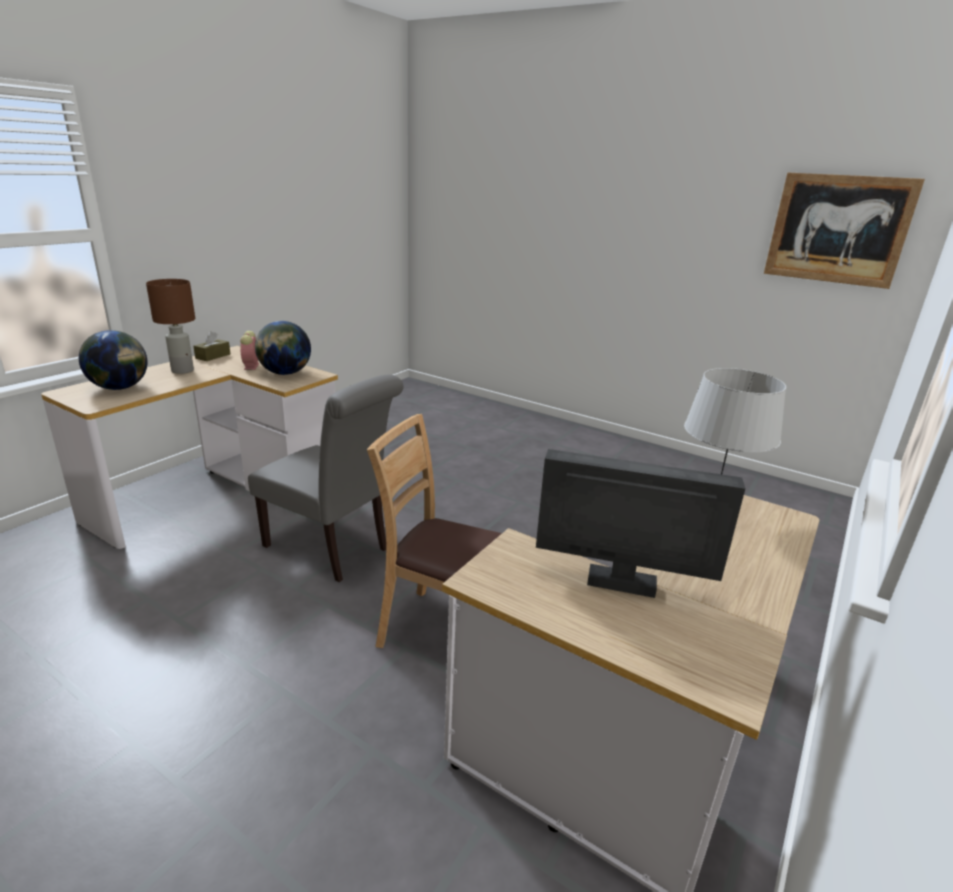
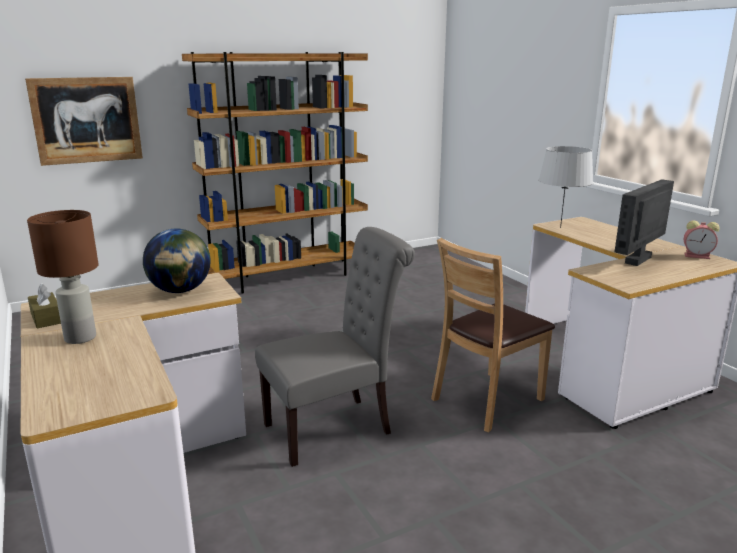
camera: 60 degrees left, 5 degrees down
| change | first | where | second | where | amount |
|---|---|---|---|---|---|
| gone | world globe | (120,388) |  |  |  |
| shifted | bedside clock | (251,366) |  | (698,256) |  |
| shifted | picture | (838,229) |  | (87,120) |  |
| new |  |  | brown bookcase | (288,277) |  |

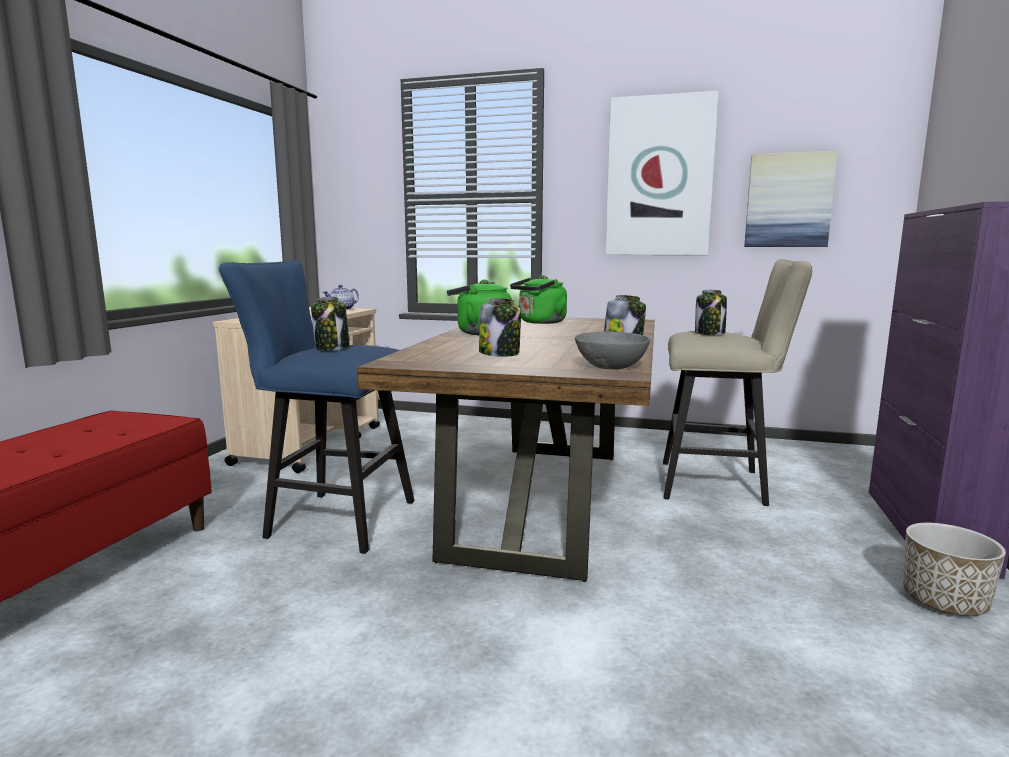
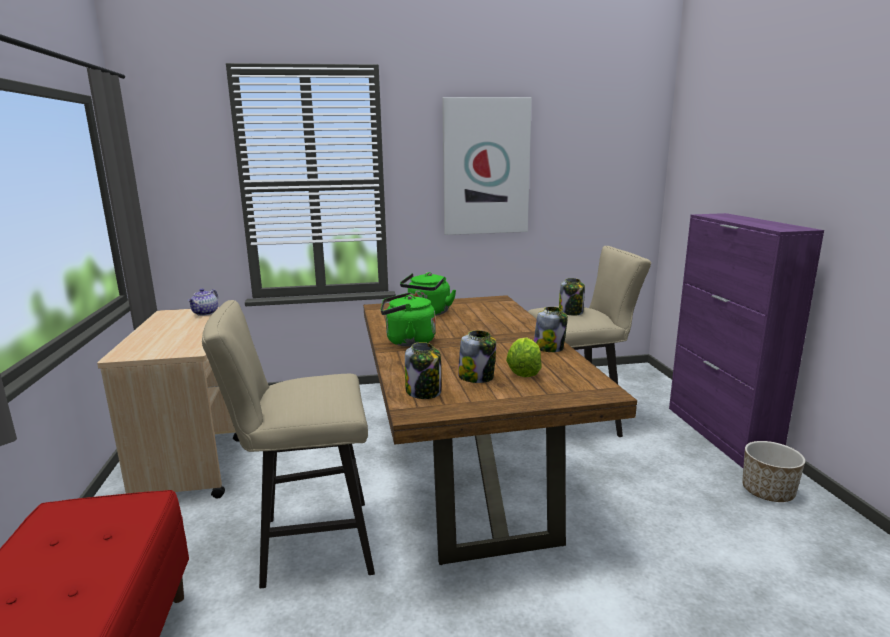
camera: 25 degrees left, 5 degrees up
| change | first | where | second | where | amount |
|---|---|---|---|---|---|
| repainted | blue sitting stool | (332,519) | beige sitting stool | (307,544) |  |
| shifted | storage jar | (332,348) |  | (424,392) |  |
| gone | gray deep dish | (611,367) |  |  |  |
| gone | picture | (788,200) |  |  |  |
| new |  |  | head of lettuce | (524,371) |  |

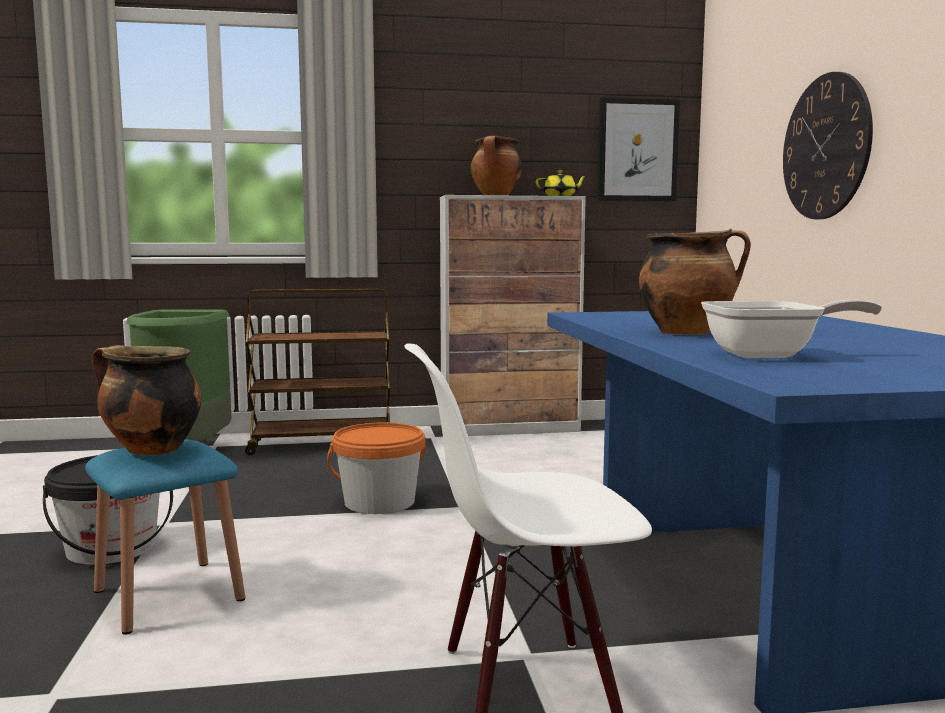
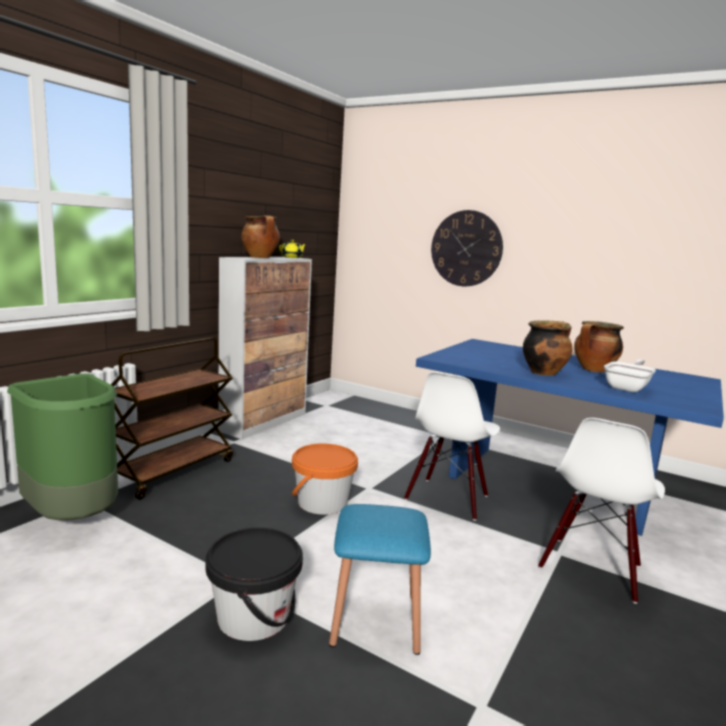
camera: 50 degrees left, 5 degrees up
| change | first | where | second | where | amount |
|---|---|---|---|---|---|
| shifted | saucepot | (150,450) |  | (594,370) |  |
| gone | picture | (637,150) |  |  |  |
| new |  |  | white plain chair | (447,498) |  |

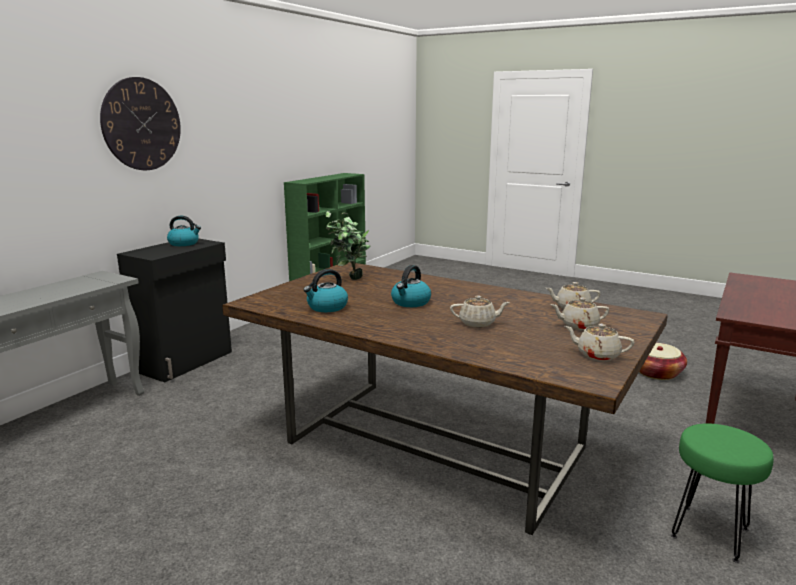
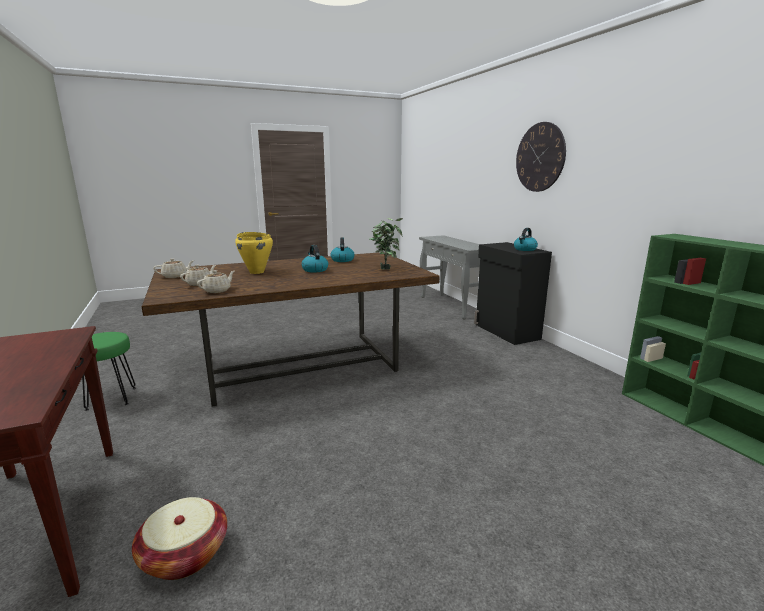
camera: 125 degrees right, 0 degrees up
| change | first | where | second | where | amount |
|---|---|---|---|---|---|
| swapped | beige tea pot | (478,323) | yellowish saucepot | (257,272) |  |

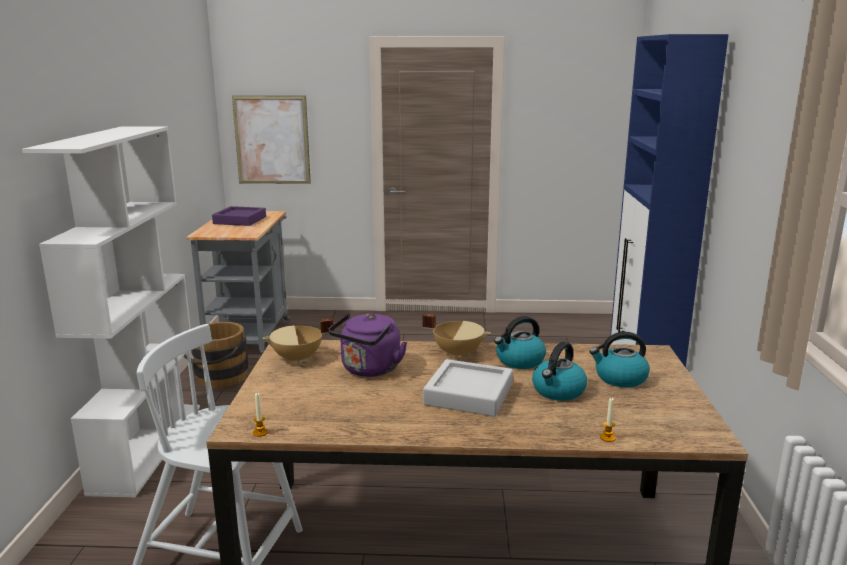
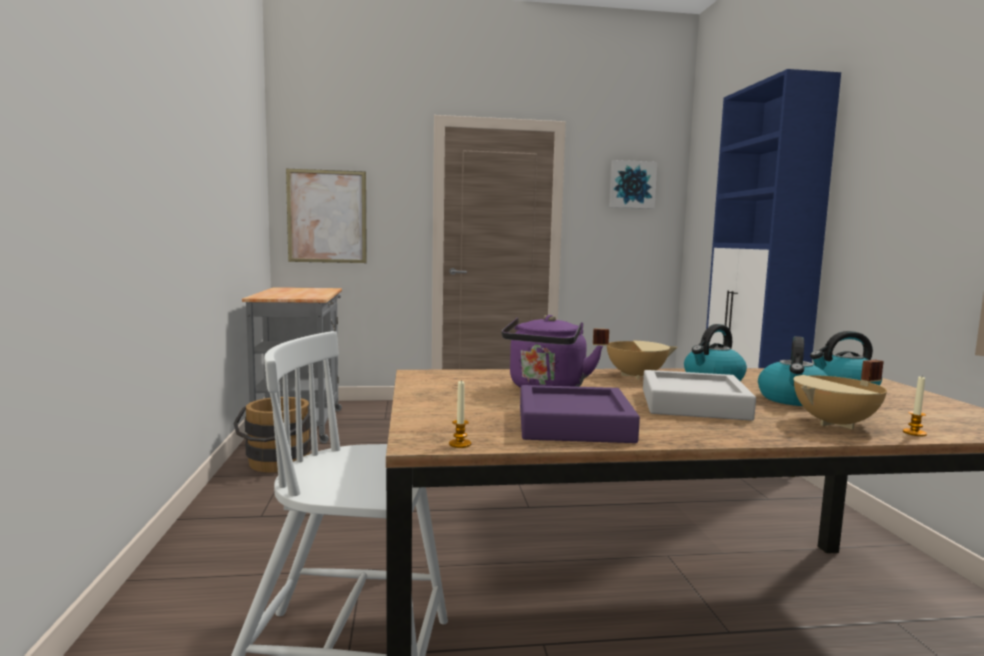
camera: 10 degrees left, 10 degrees down
| change | first | where | second | where | amount |
|---|---|---|---|---|---|
| gone | white bookcase | (147,446) |  |  |  |
| shifted | purplish tray | (240,220) |  | (574,424) |  |
| shifted | beige saucepot | (298,359) |  | (836,424) |  |
| new |  |  | picture | (632,184) |  |

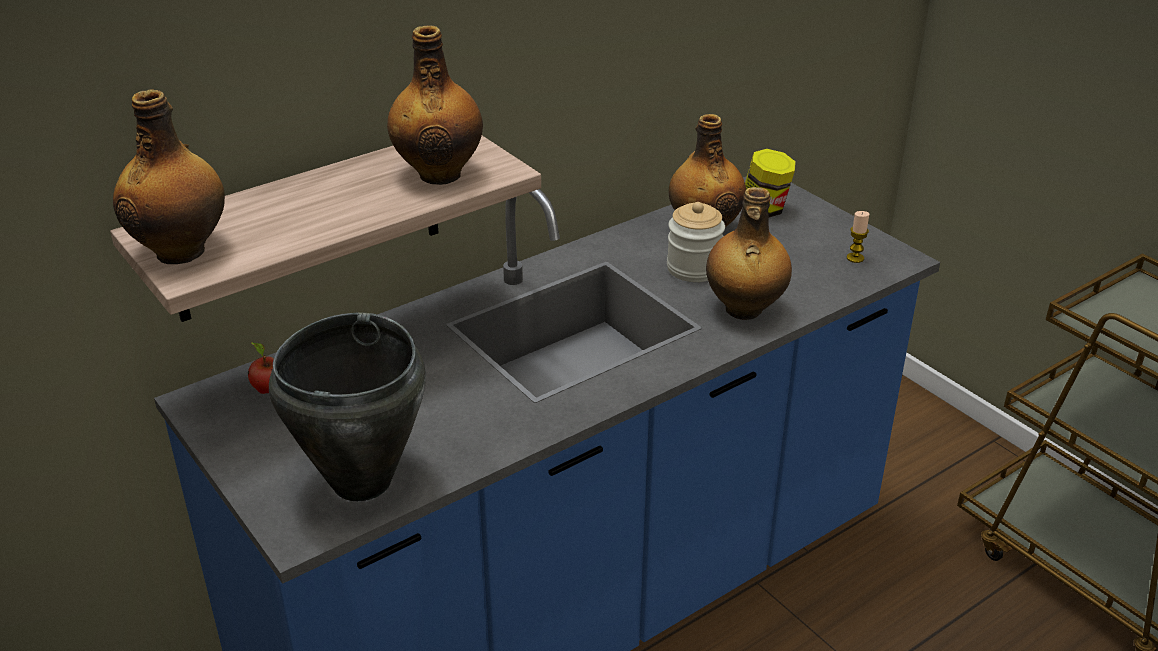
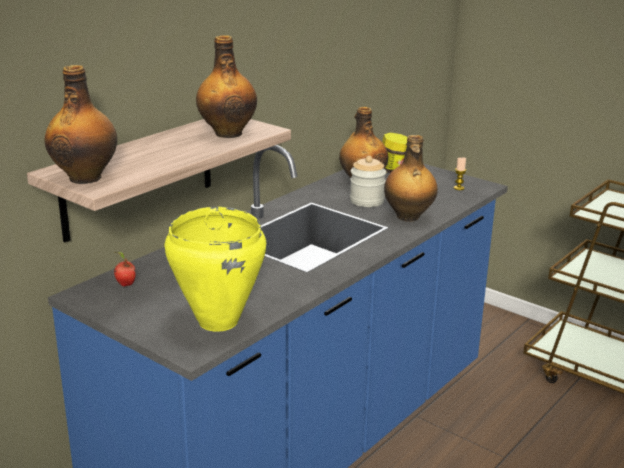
camera: 15 degrees left, 10 degrees down
| change | first | where | second | where | amount |
|---|---|---|---|---|---|
| repainted | black-coloured saucepot | (360,482) | yellowish saucepot | (217,322) |  |

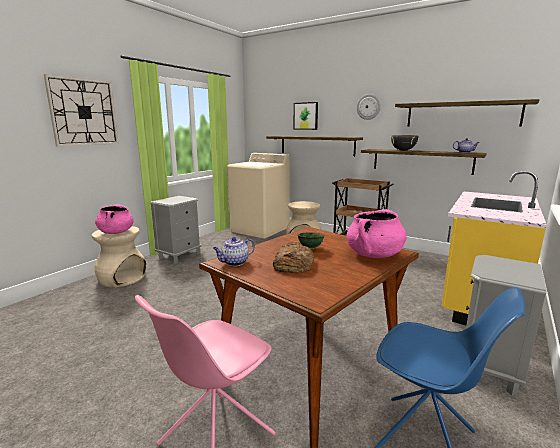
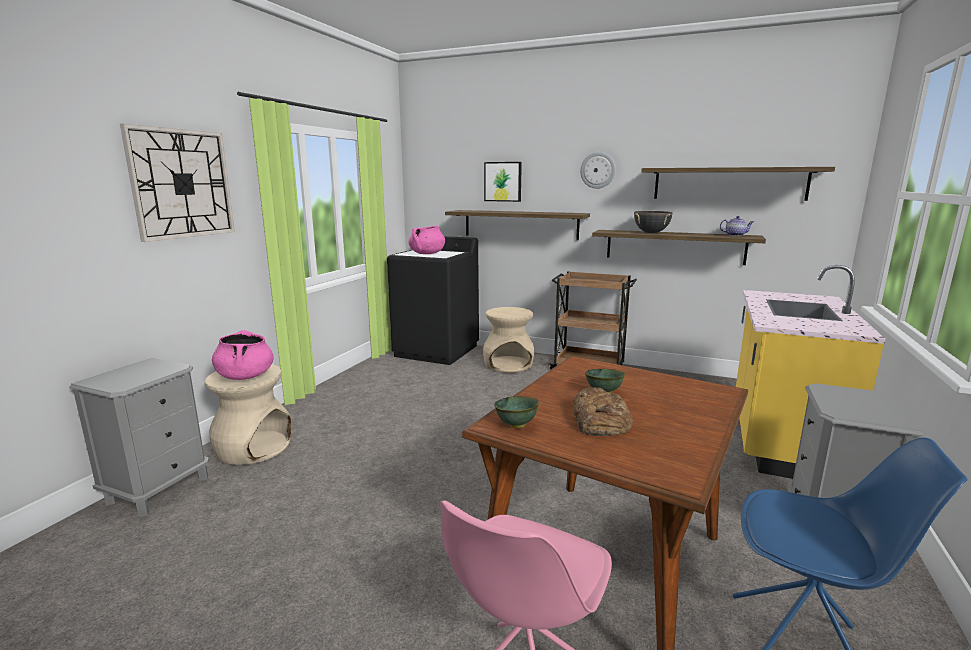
camera: 10 degrees left, 0 degrees up
| change | first | where | second | where | amount |
|---|---|---|---|---|---|
| shifted | gray night table | (180,256) |  | (158,489) |  |
| swapped | tea pot | (234,263) | green-coloured deep dish | (516,425) |  |
| repainted | beige laundry machine | (260,229) | black-coloured laundry machine | (437,351) |  |
| shifted | pinkish saucepot | (374,255) |  | (427,254) |  |

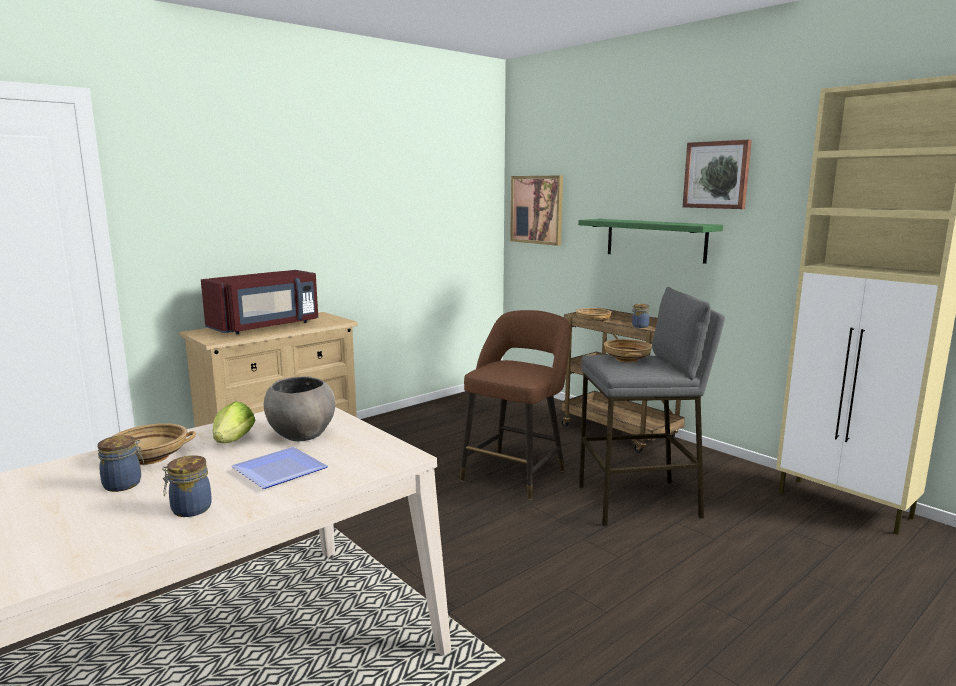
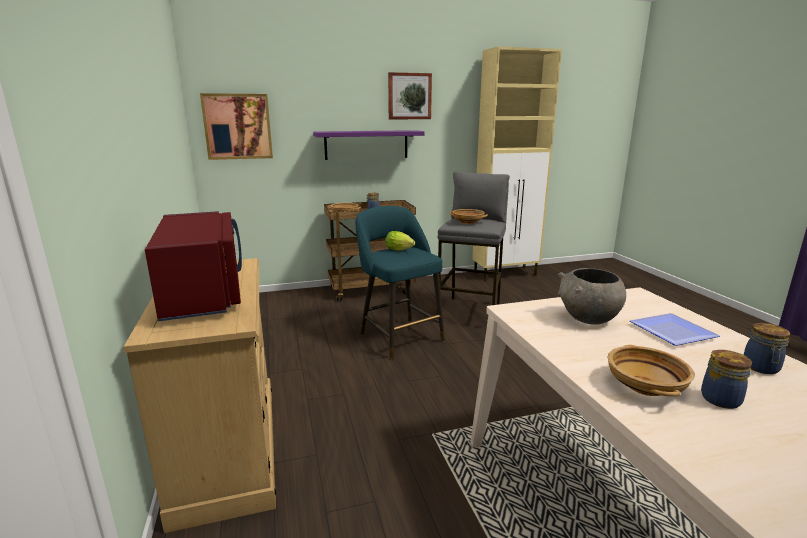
camera: 65 degrees left, 5 degrees up
| change | first | where | second | where | amount |
|---|---|---|---|---|---|
| shifted | head of lettuce | (232,443) |  | (400,250) |  |
| repainted | brown sitting stool | (516,473) | blue-green sitting stool | (399,336) |  |
| repainted | green-coloured wall shelf | (655,240) | purplish wall shelf | (366,144) |  |

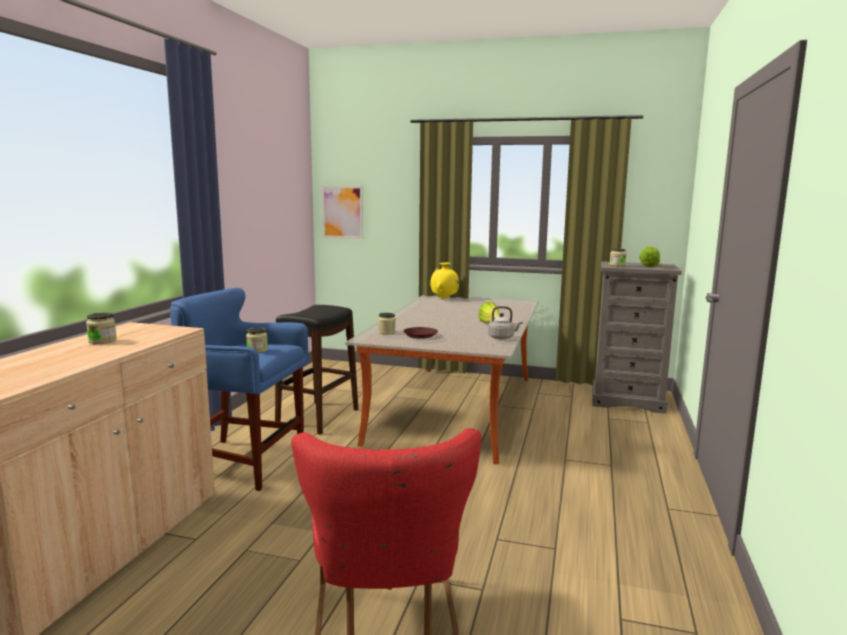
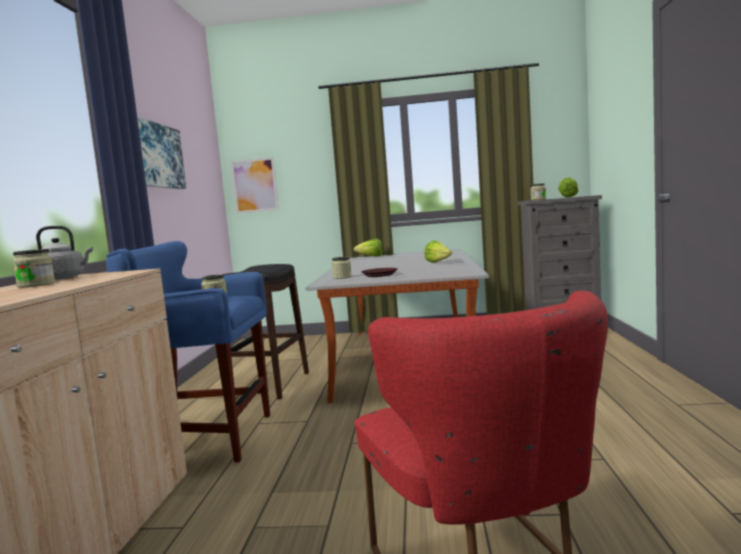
camera: 10 degrees left, 5 degrees down
| change | first | where | second | where | amount |
|---|---|---|---|---|---|
| swapped | yellowish flower vase | (444,298) | head of lettuce | (371,256) |  |
| shifted | gray kettle | (502,337) |  | (64,278) |  |
| new |  |  | picture | (156,156) |  |

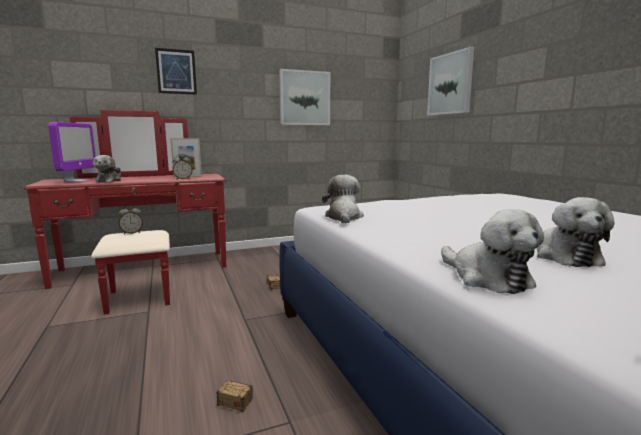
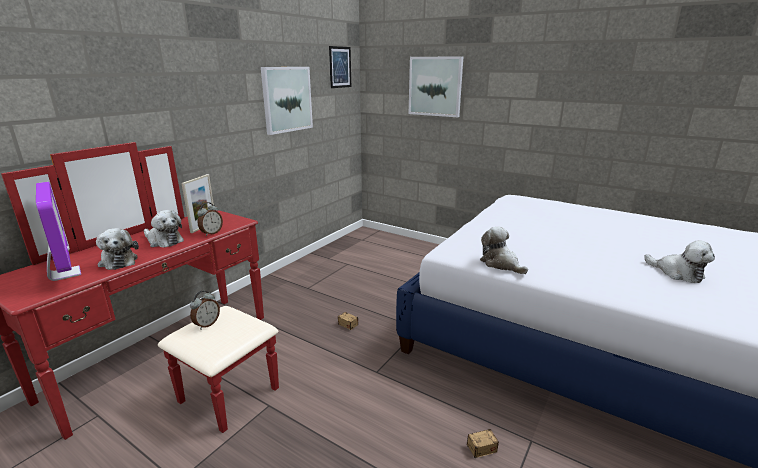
camera: 35 degrees left, 10 degrees up
| change | first | where | second | where | amount |
|---|---|---|---|---|---|
| shifted | picture | (176,71) |  | (340,67) |  |
| shifted | cuddly toy | (487,278) |  | (164,241) |  |

